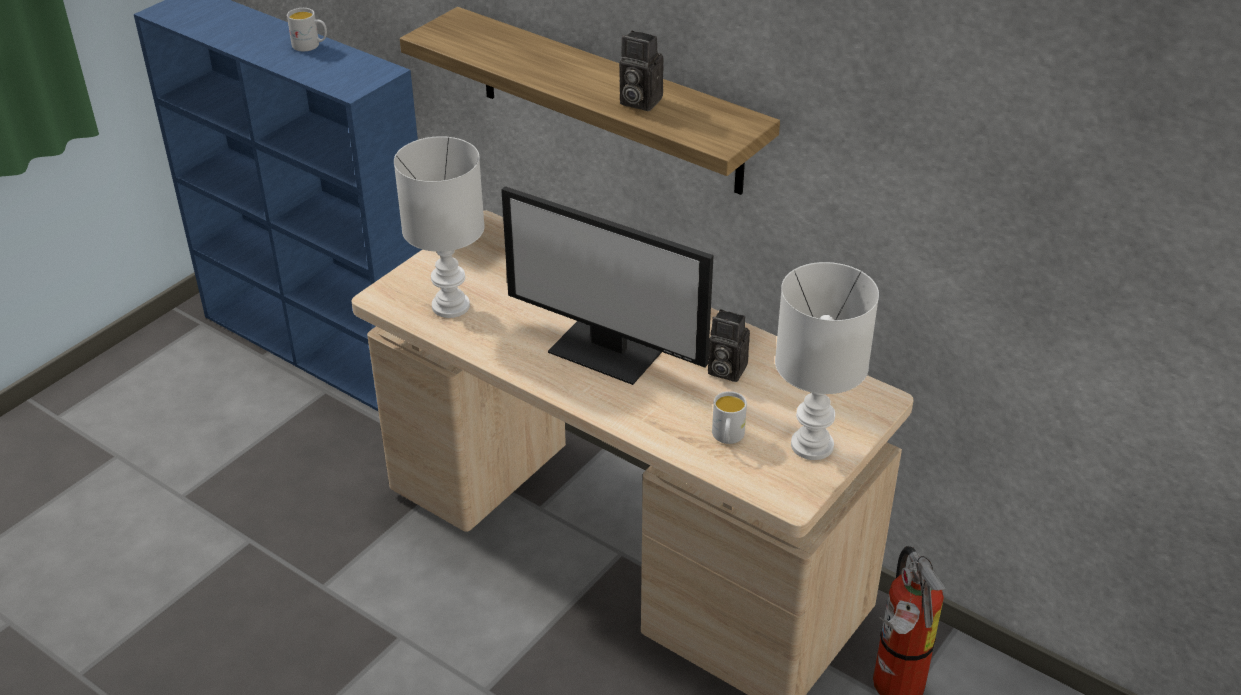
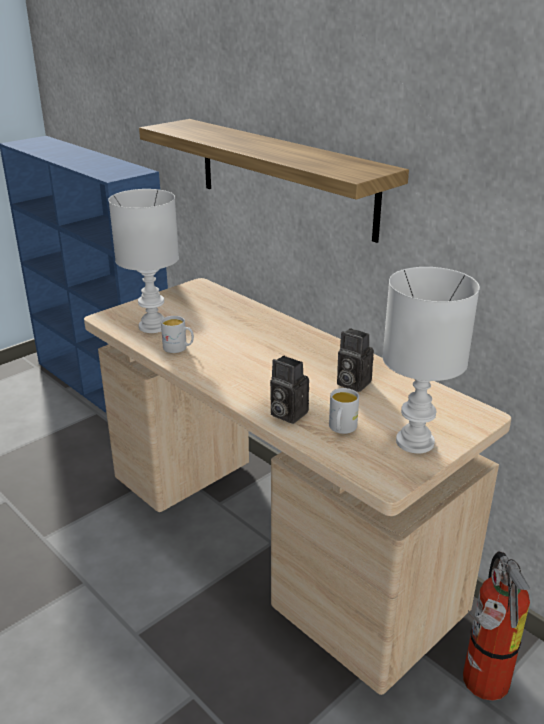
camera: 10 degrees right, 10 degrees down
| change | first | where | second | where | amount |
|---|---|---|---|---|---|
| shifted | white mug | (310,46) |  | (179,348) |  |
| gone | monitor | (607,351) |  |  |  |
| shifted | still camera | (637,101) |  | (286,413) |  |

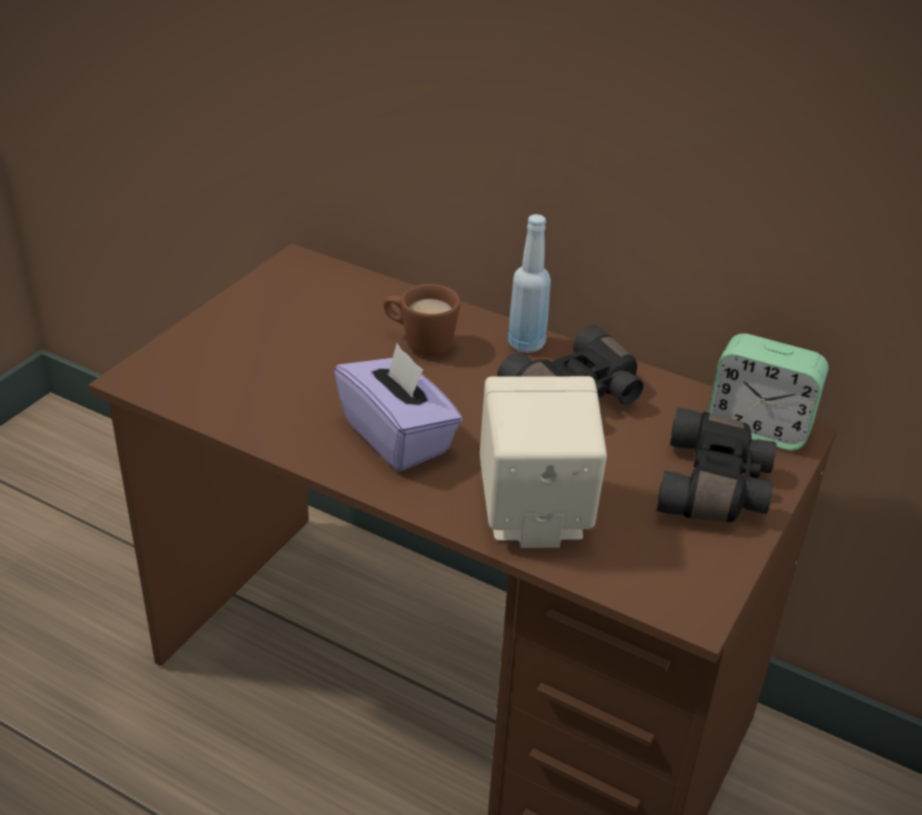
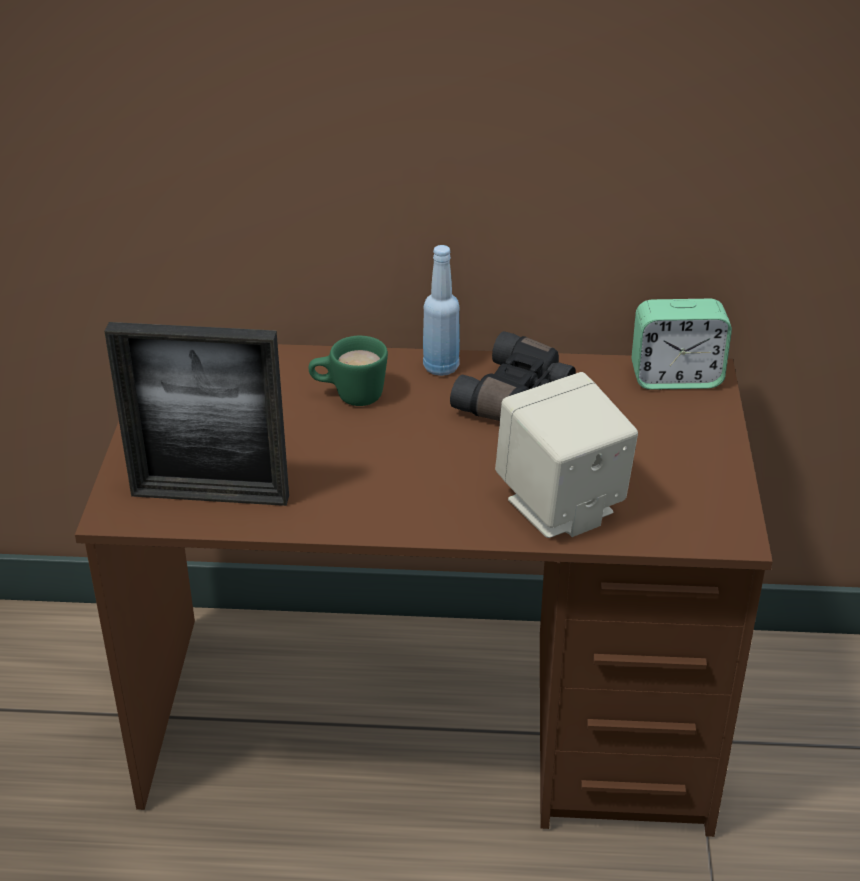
camera: 25 degrees left, 0 degrees up
| change | first | where | second | where | amount |
|---|---|---|---|---|---|
| gone | purplish tissue holder | (398,437) |  |  |  |
| repainted | brown mug | (419,343) | green-coloured mug | (349,396) |  |
| gone | black-coloured pair of binoculars | (715,487) |  |  |  |
| new |  |  | photo frame | (210,496) |  |

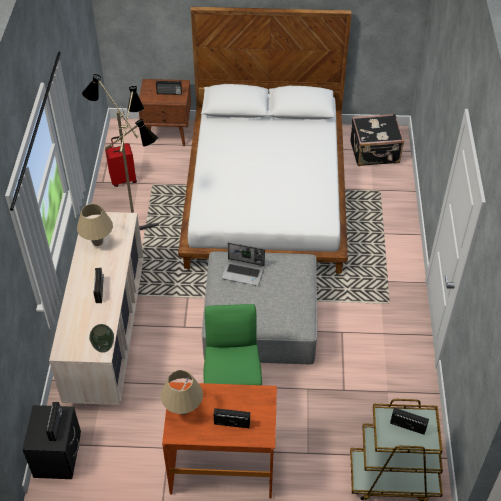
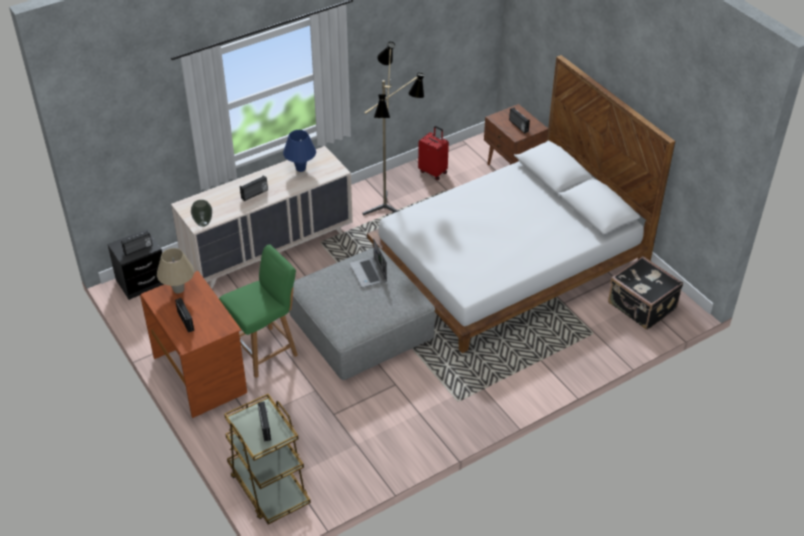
camera: 55 degrees right, 5 degrees down
| change | first | where | second | where | amount |
|---|---|---|---|---|---|
| repainted | beige lamp for a table | (97,242) | blue lamp for a table | (300,168) |  |

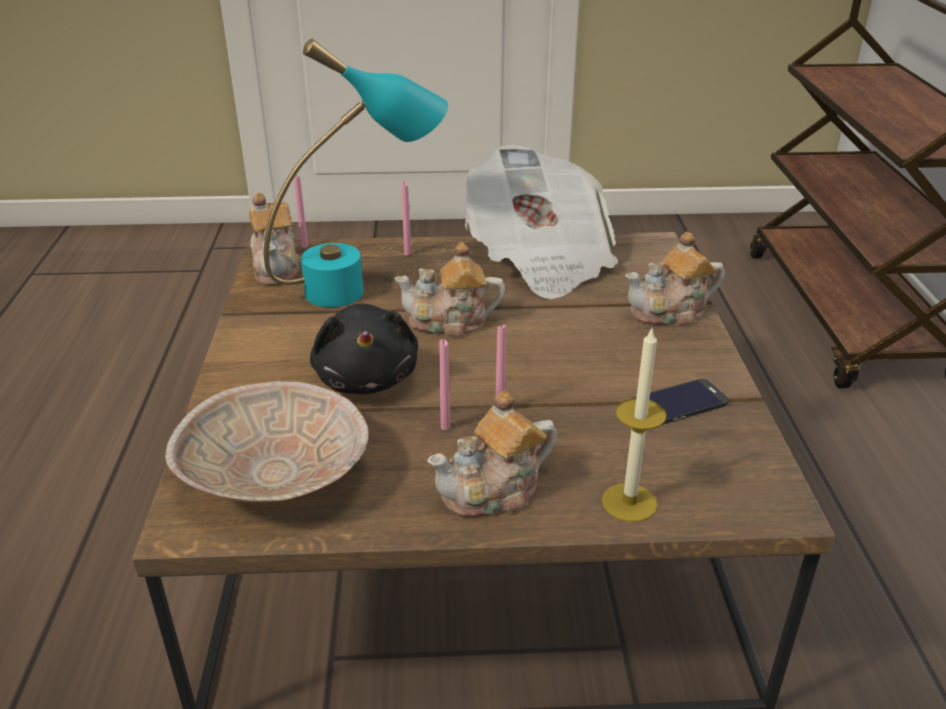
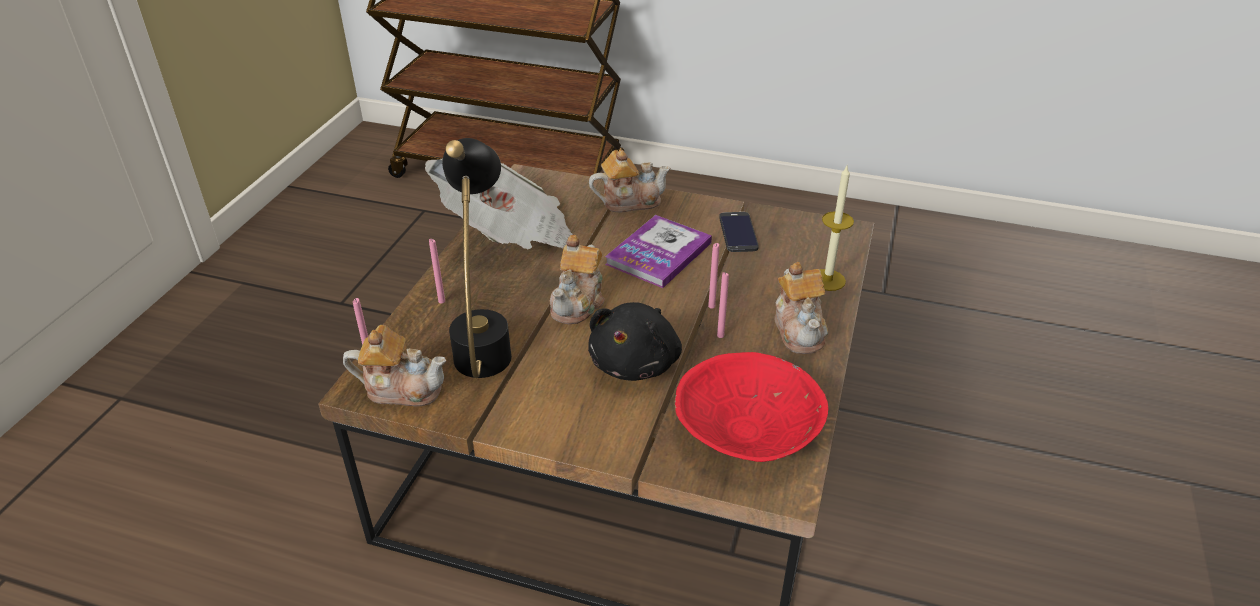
camera: 70 degrees left, 5 degrees up
| change | first | where | second | where | amount |
|---|---|---|---|---|---|
| repainted | beige deep dish | (278,478) | red deep dish | (748,431) |  |
| repainted | blue-green lamp for a table | (362,287) | black-coloured lamp for a table | (484,339) |  |
| rotated | black-coloured cuddly toy | (367,378) |  | (636,362) | 105 degrees clockwise |
| rotated | tea pot | (670,312) |  | (629,201) | 105 degrees counterclockwise |
| new |  |  | bound book | (658,253) |  |

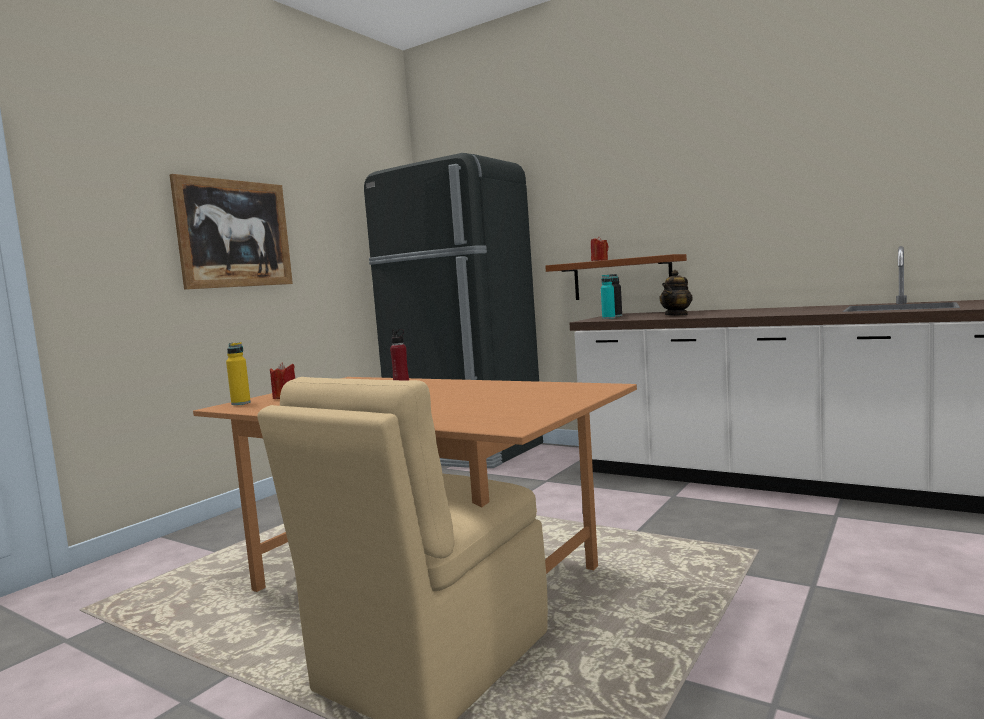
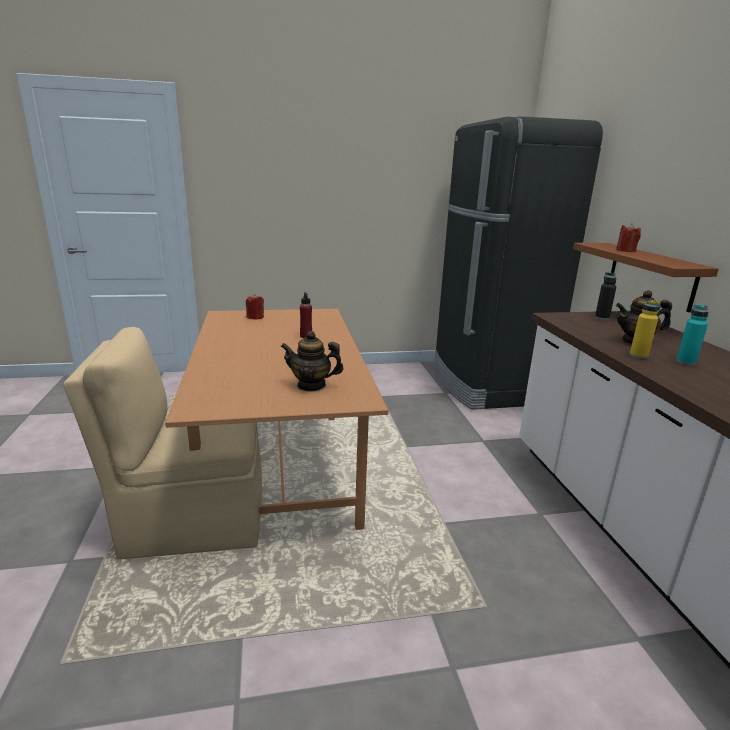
camera: 45 degrees right, 15 degrees up
| change | first | where | second | where | amount |
|---|---|---|---|---|---|
| gone | picture | (235,234) |  |  |  |
| shifted | yellowish bottle | (241,403) |  | (638,356) |  |
| shifted | blue-green bottle | (608,318) |  | (685,362) |  |
| new |  |  | tea pot | (311,385) |  |

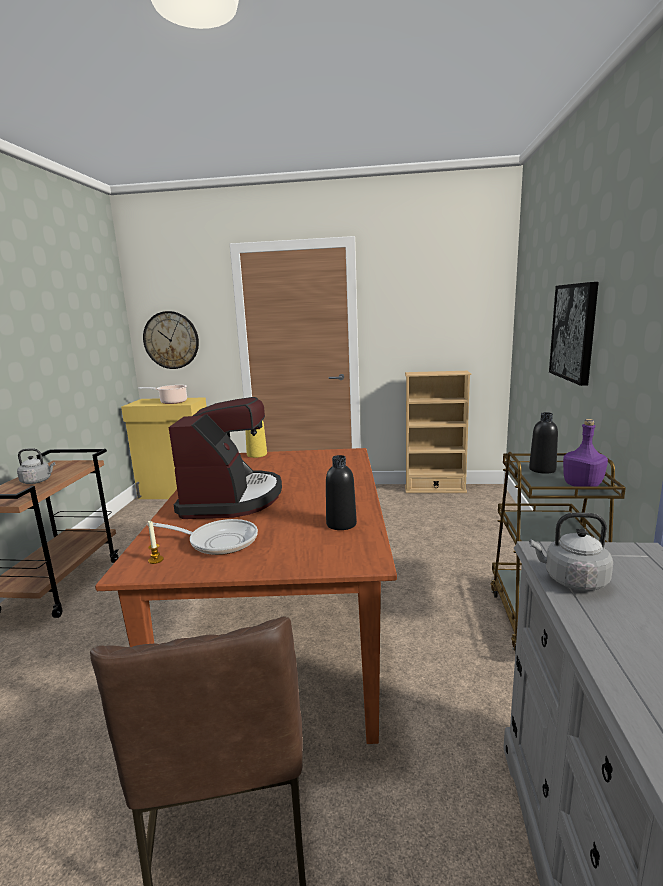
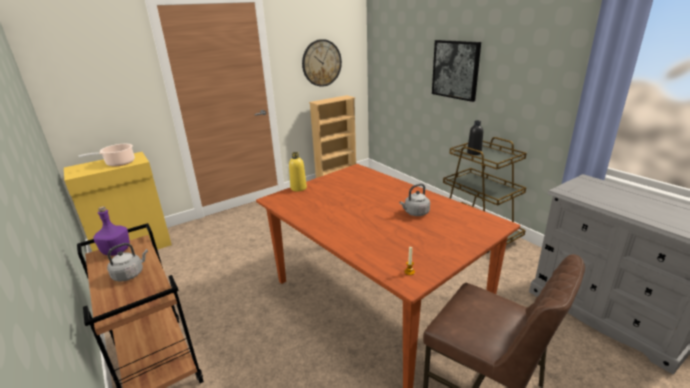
camera: 40 degrees left, 10 degrees up
| change | first | where | second | where | amount |
|---|---|---|---|---|---|
| shifted | wall clock | (171,340) |  | (321,63) |  |
| gone | pan | (218,541) |  |  |  |
| gone | coffee maker | (231,498) |  |  |  |
| gone | black-coloured bottle | (341,524) |  |  |  |
| shifted | gray kettle | (572,580) |  | (415,213) |  |
| shifted | purplish bottle | (583,485) |  | (117,251) |  |

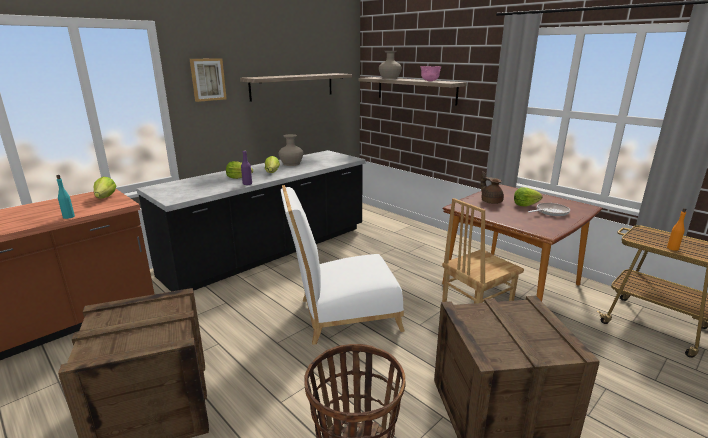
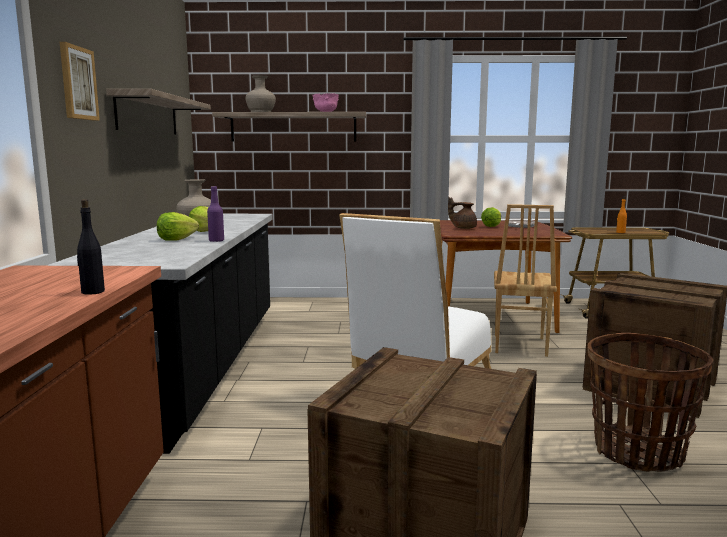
camera: 45 degrees left, 10 degrees down
| change | first | where | second | where | amount |
|---|---|---|---|---|---|
| repainted | blue-green bottle | (68,217) | black-coloured bottle | (92,292) |  |
| gone | head of lettuce | (105,197) |  |  |  |

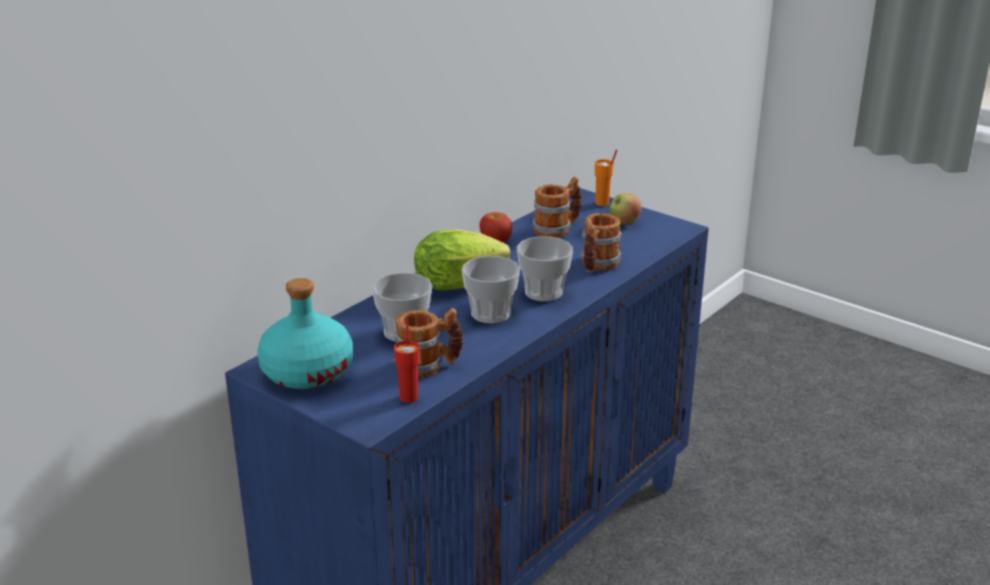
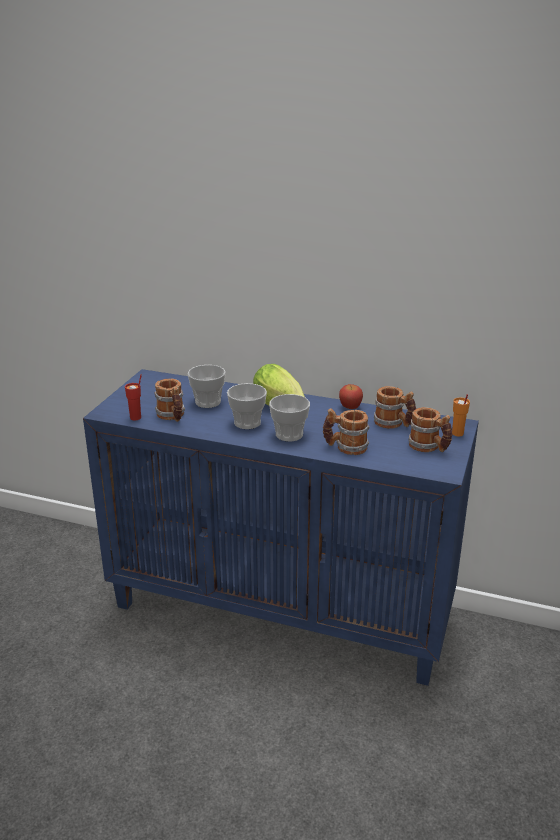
camera: 70 degrees right, 0 degrees up
| change | first | where | second | where | amount |
|---|---|---|---|---|---|
| gone | blue-green bottle | (306,371) |  |  |  |
| swapped | apple | (624,223) | mug | (429,447) |  |

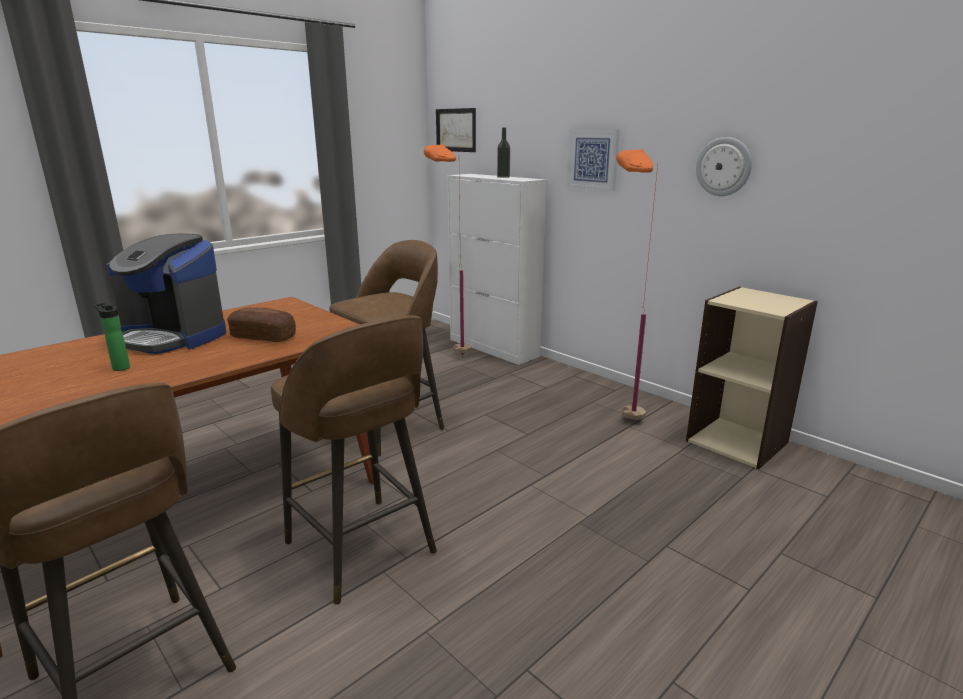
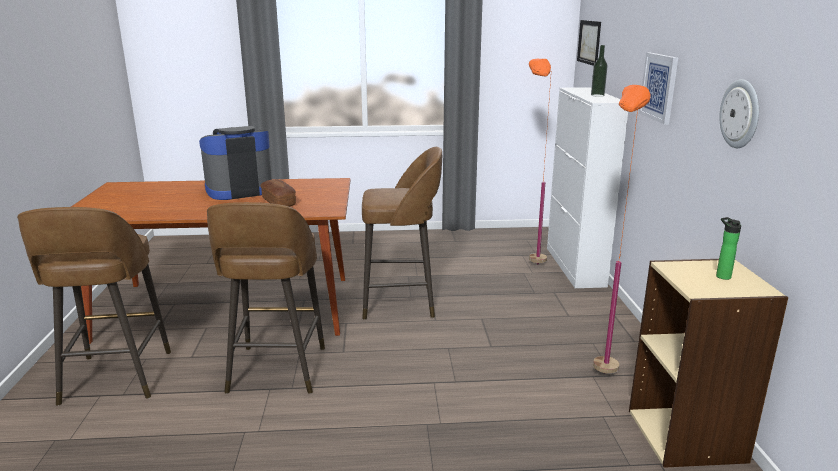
camera: 40 degrees right, 0 degrees up
| change | first | where | second | where | amount |
|---|---|---|---|---|---|
| shifted | bottle | (120,367) |  | (721,276) |  |
| rotated | coffee maker | (173,337) |  | (239,190) | 90 degrees clockwise |

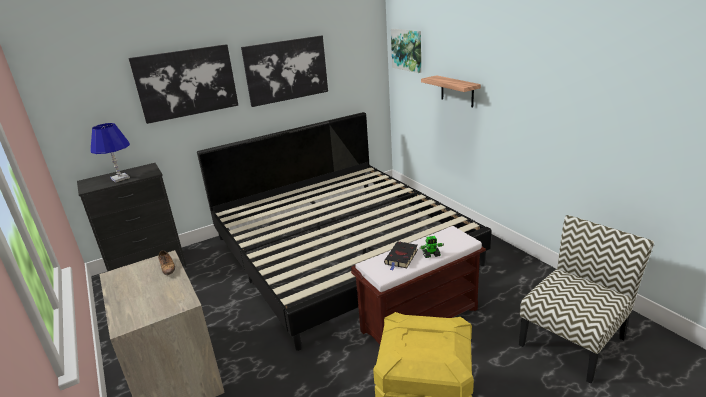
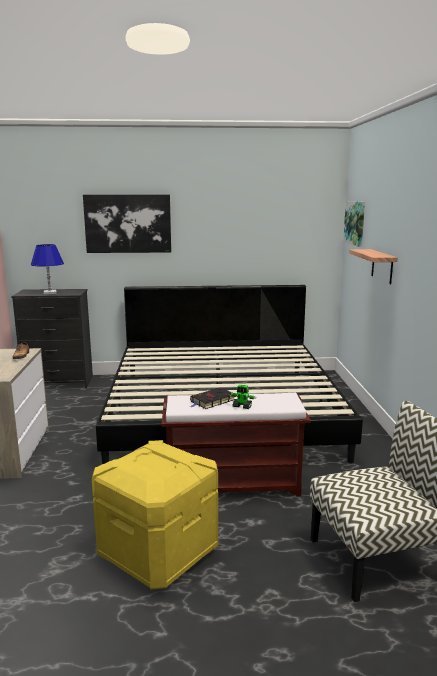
camera: 25 degrees right, 10 degrees down
| change | first | where | second | where | amount |
|---|---|---|---|---|---|
| gone | picture | (286,70) |  |  |  |

